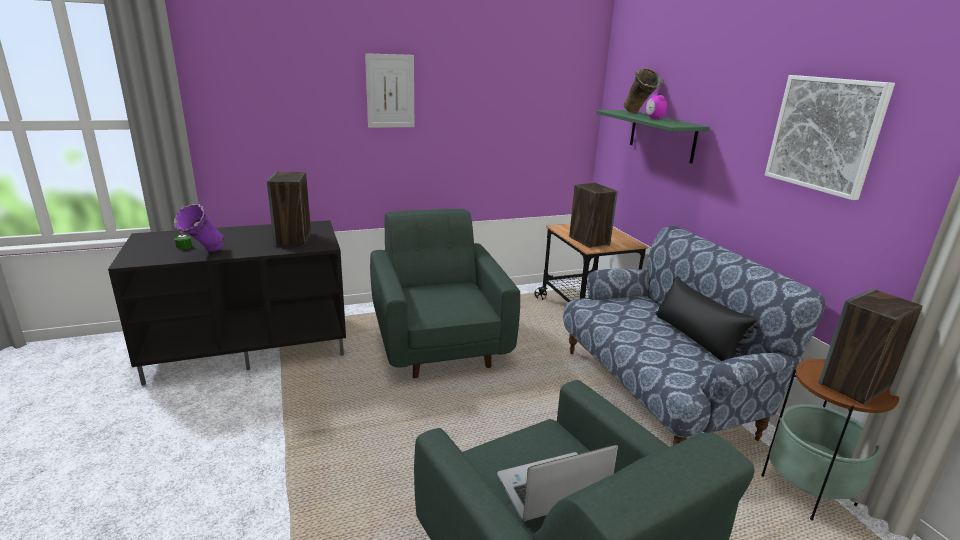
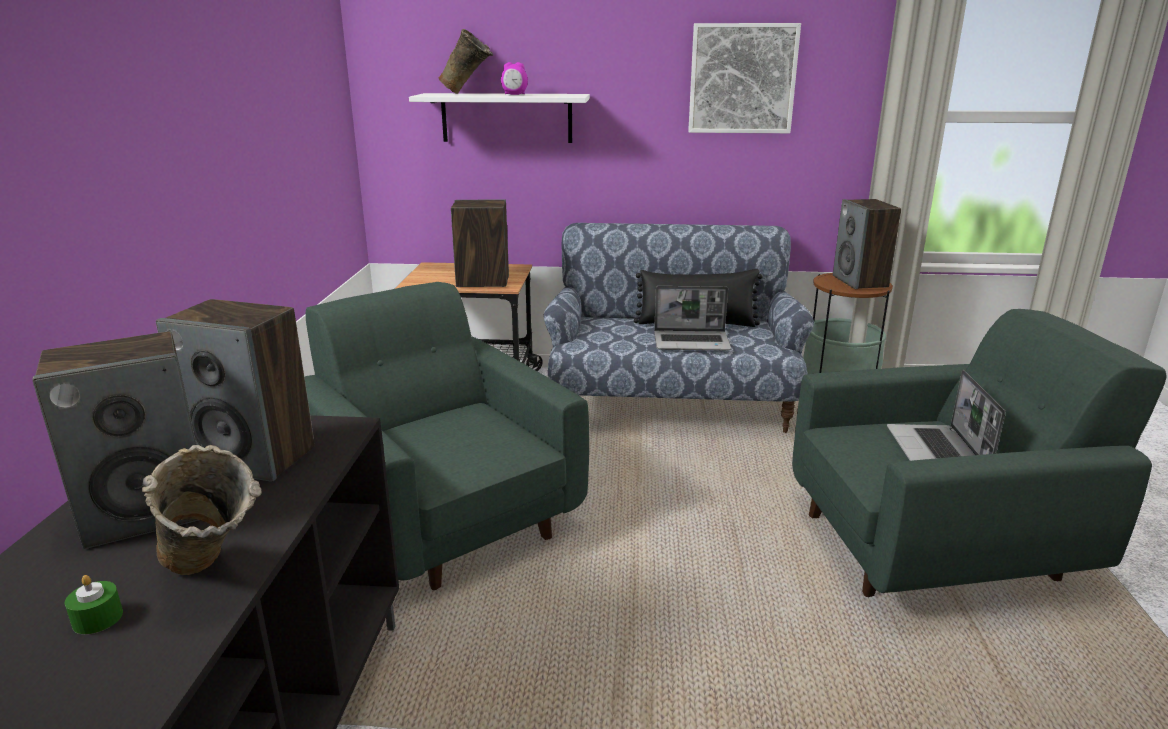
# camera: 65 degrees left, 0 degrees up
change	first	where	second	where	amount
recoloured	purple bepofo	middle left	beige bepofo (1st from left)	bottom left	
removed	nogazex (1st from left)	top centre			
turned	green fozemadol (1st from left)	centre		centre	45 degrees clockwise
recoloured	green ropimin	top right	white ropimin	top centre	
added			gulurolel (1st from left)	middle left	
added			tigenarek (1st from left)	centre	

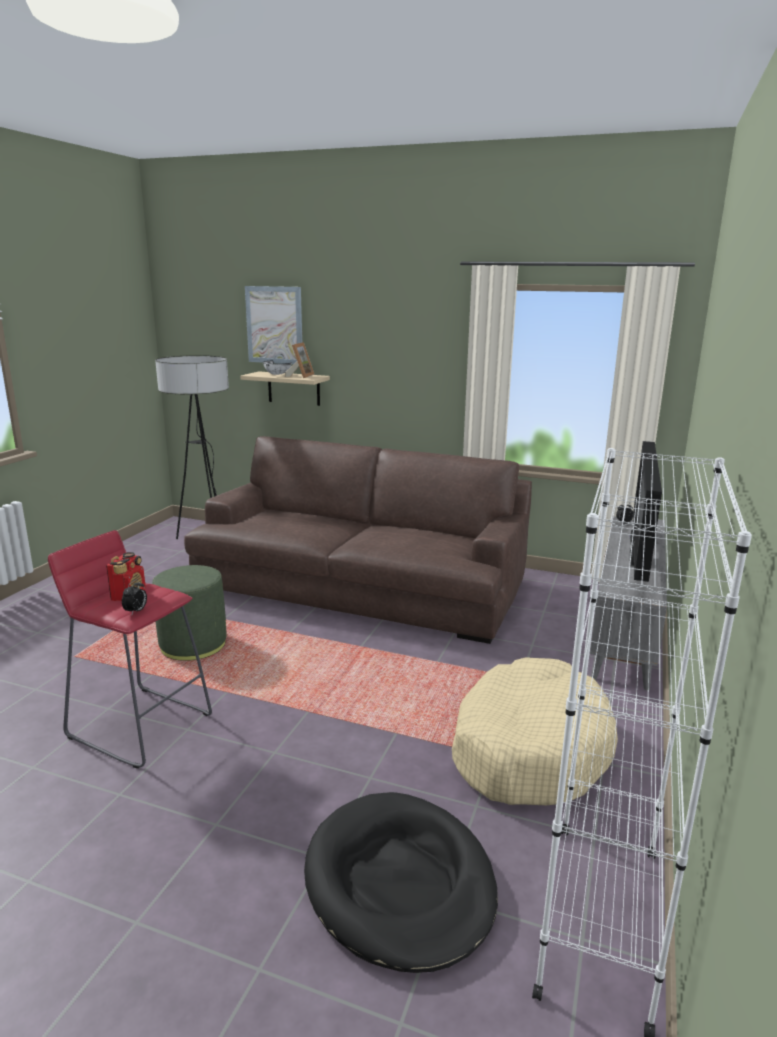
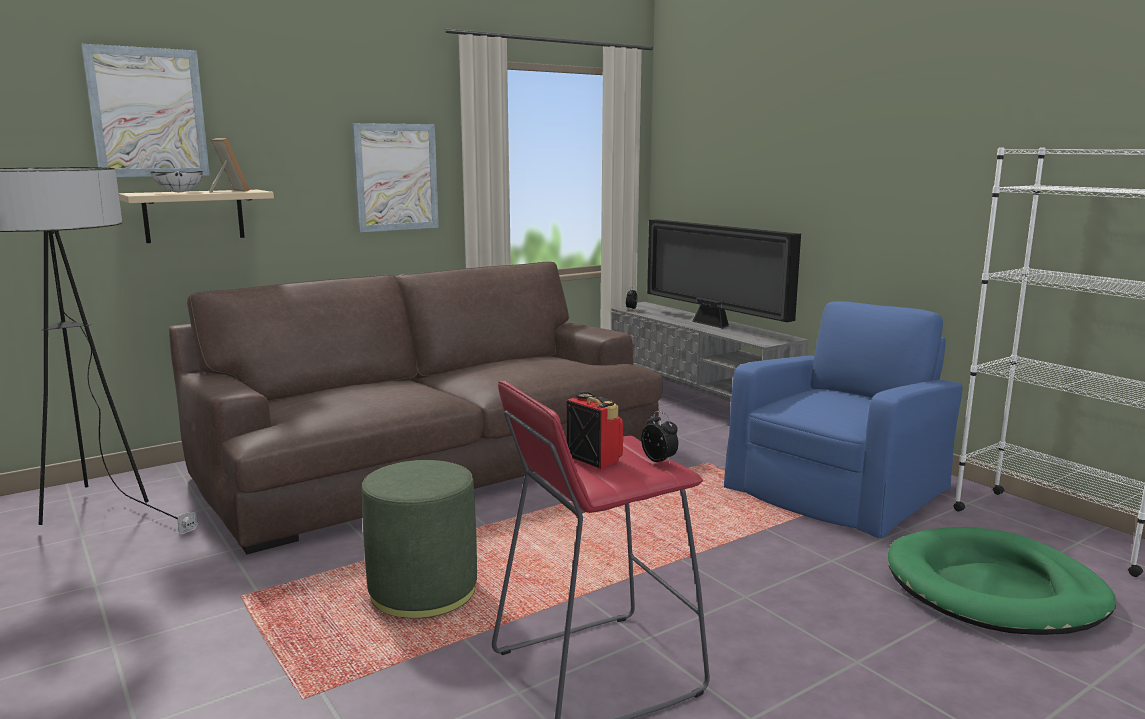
# camera: 55 degrees left, 5 degrees down
change	first	where	second	where	amount
recoloured	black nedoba	bottom centre	green nedoba	bottom right	
replaced	beige nedoba	bottom right	blue fozemadol	middle right	
added			nogazex (2nd from left)	top centre	

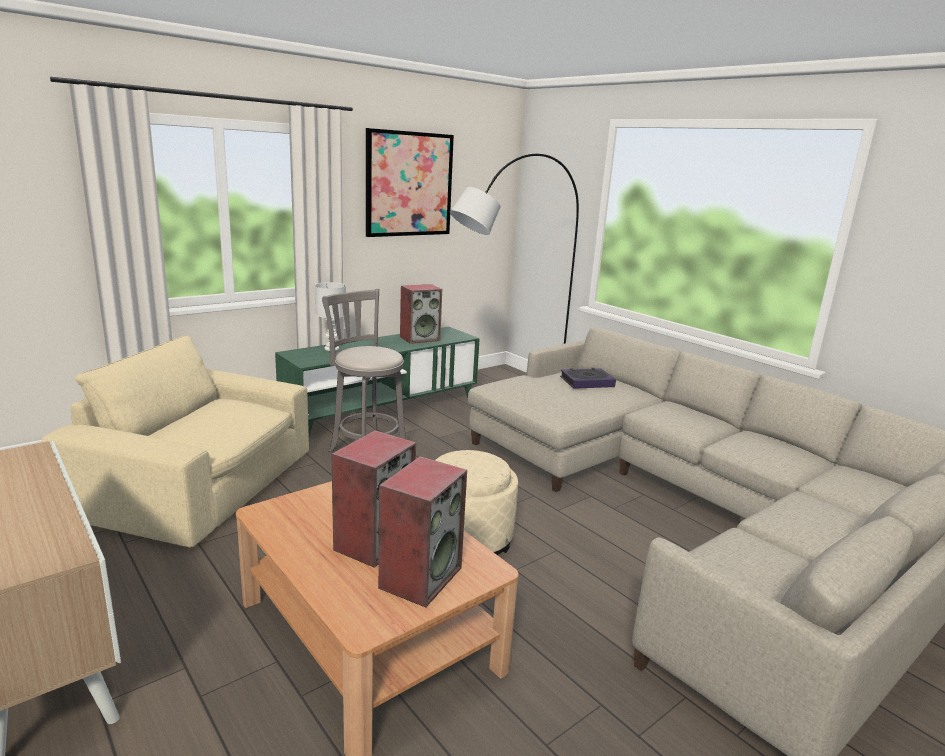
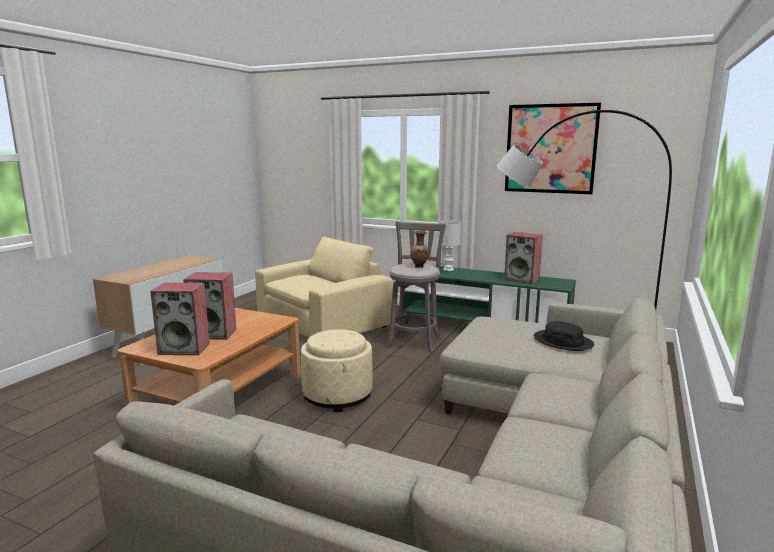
# camera: 65 degrees right, 5 degrees down
change	first	where	second	where	amount
turned	beige fozemadol	middle left		centre	60 degrees clockwise
replaced	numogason	centre	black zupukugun	middle right	
added			brown bepofo	centre	

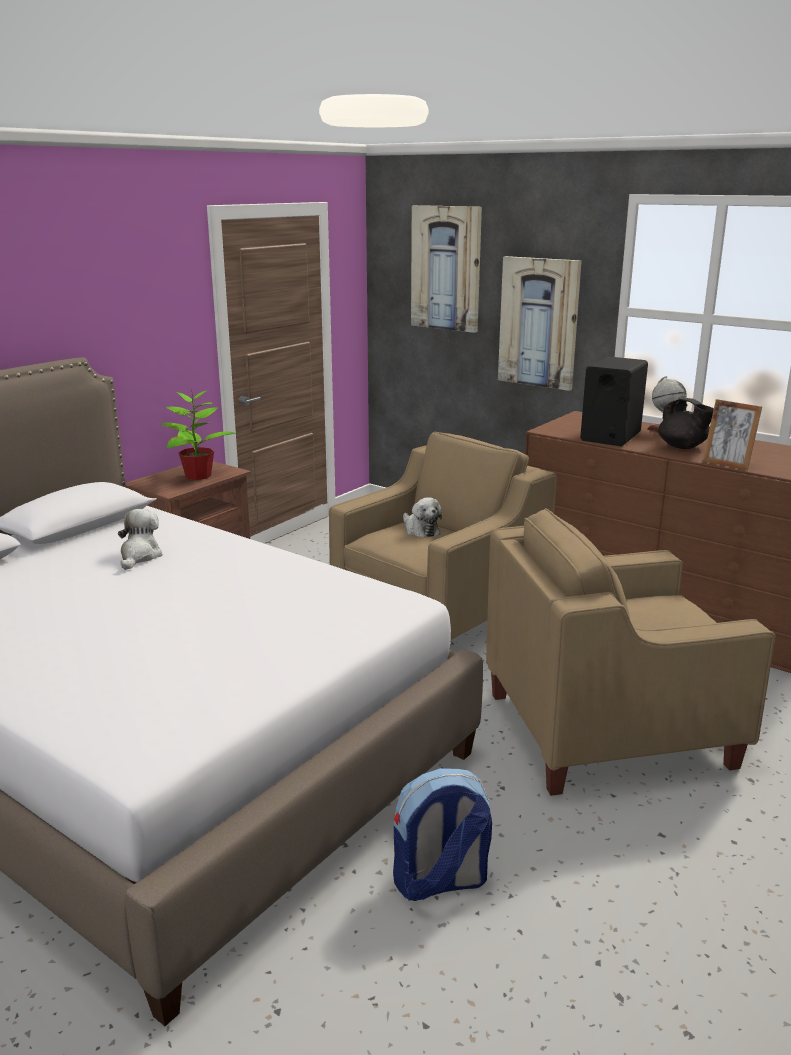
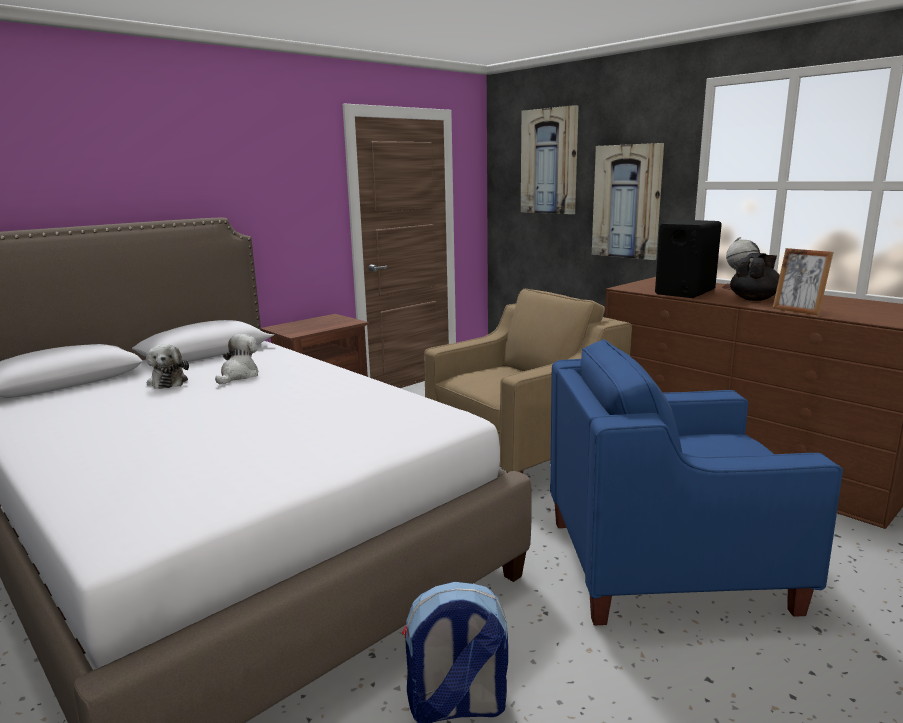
# camera: 10 degrees right, 5 degrees down
change	first	where	second	where	amount
removed	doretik	middle left			
moved	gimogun (2nd from left in the first image)	centre	gimogun (1st from left)	middle left	
recoloured	beige fozemadol (2nd from left)	middle right	blue fozemadol	bottom right	
turned	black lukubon	middle right		middle right	105 degrees counterclockwise

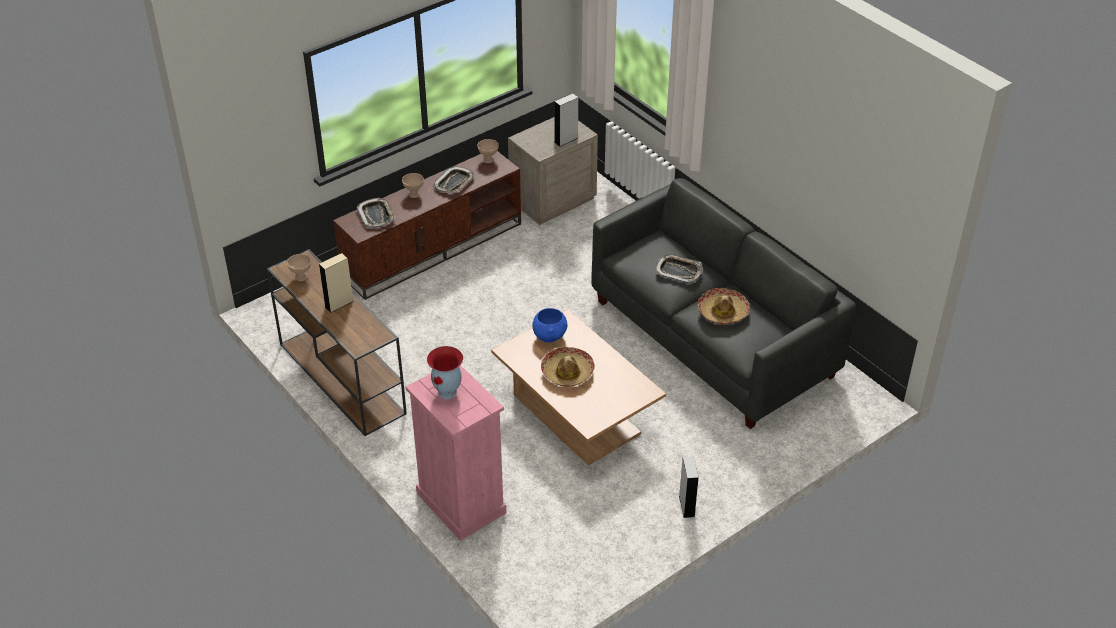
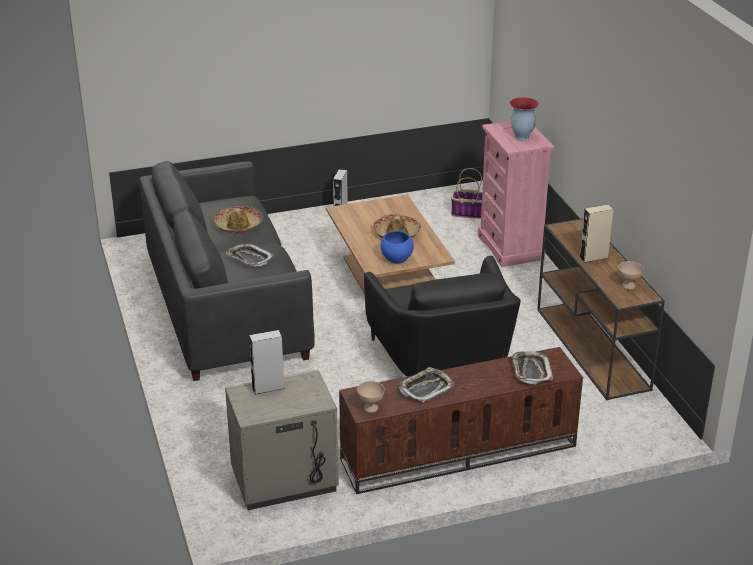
# camera: 160 degrees left, 10 degrees down
change	first	where	second	where	amount
removed	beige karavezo (2nd from left)	top centre			
added			black fozemadol	centre	
added			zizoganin	centre	

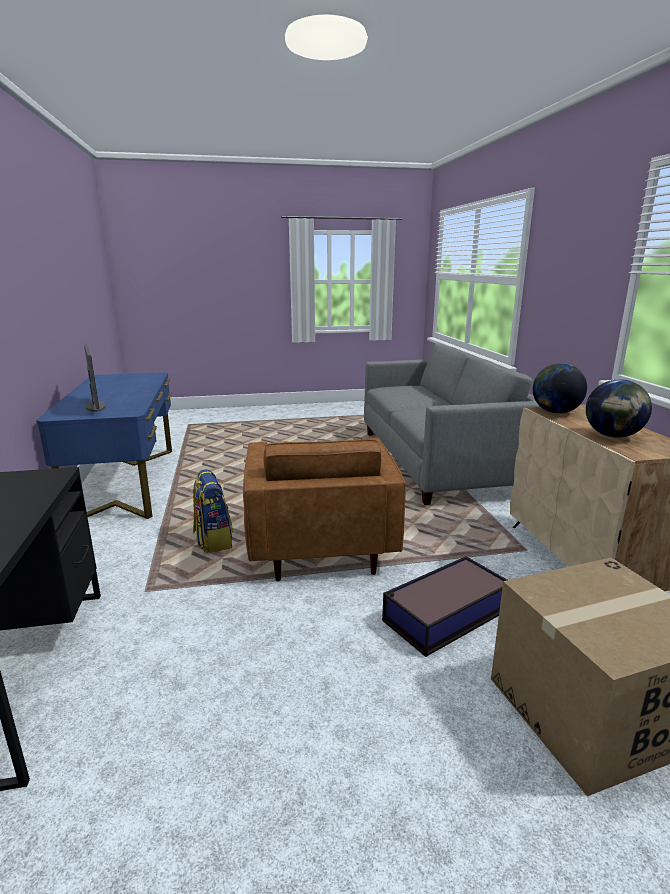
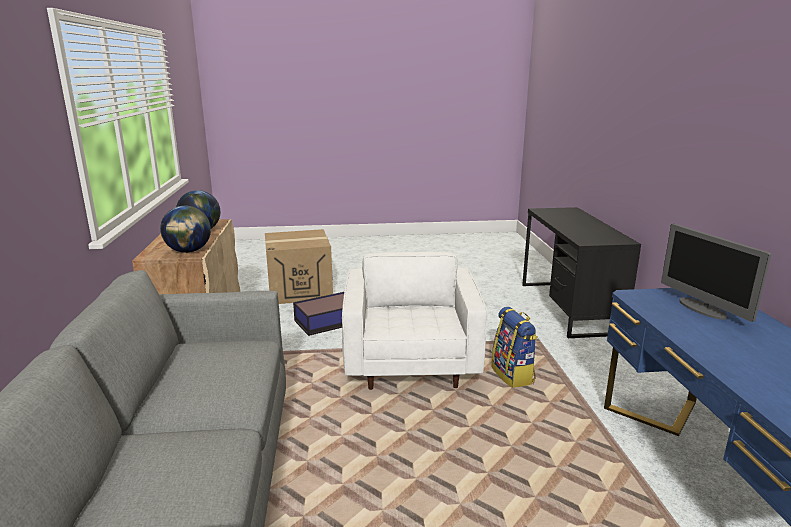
# camera: 175 degrees left, 0 degrees up
change	first	where	second	where	amount
recoloured	brown fozemadol	centre	white fozemadol	centre	

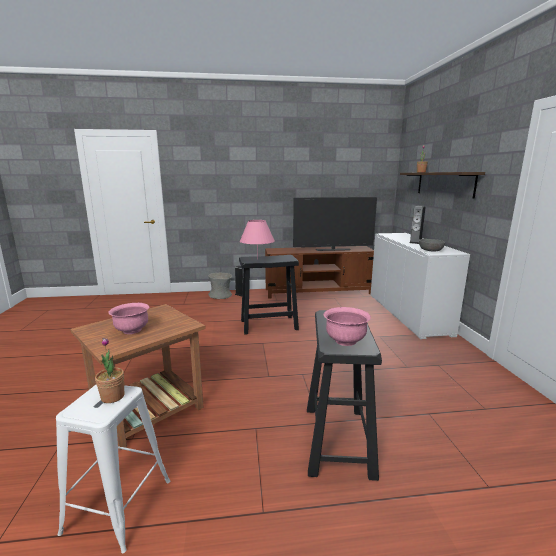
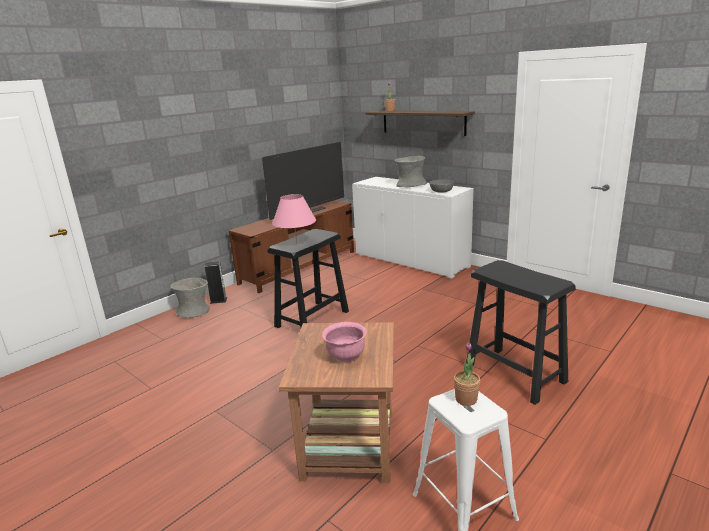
# camera: 40 degrees left, 5 degrees up
change	first	where	second	where	amount
removed	pink karavezo (2nd from left)	centre			
replaced	gulurolel (2nd from left)	middle right	grey bepofo (2nd from left)	top centre	

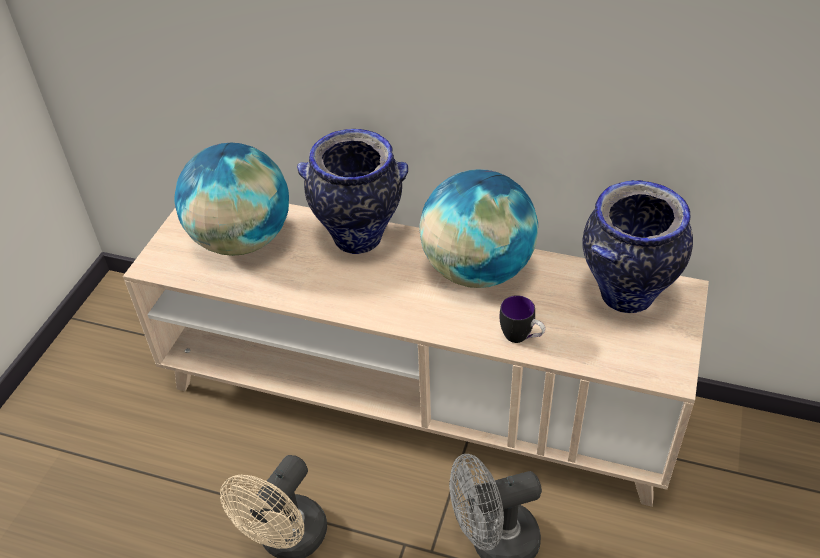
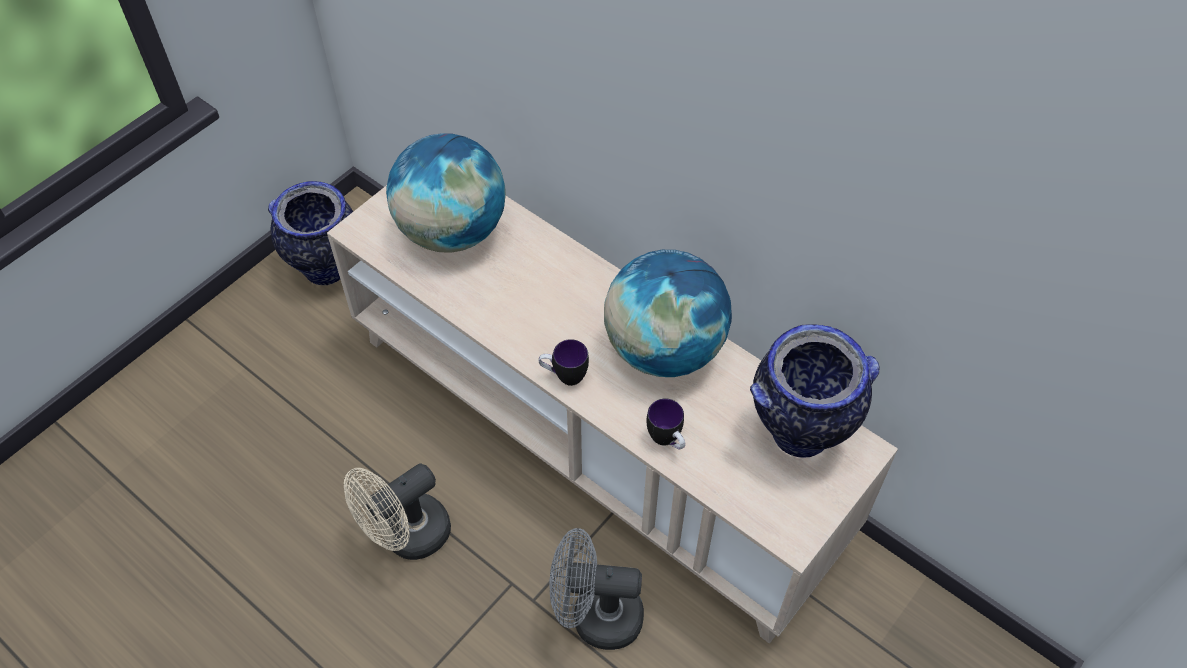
# camera: 20 degrees right, 10 degrees up
change	first	where	second	where	amount
moved	bepofo (1st from left)	centre		middle left	
added			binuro (1st from left)	centre	

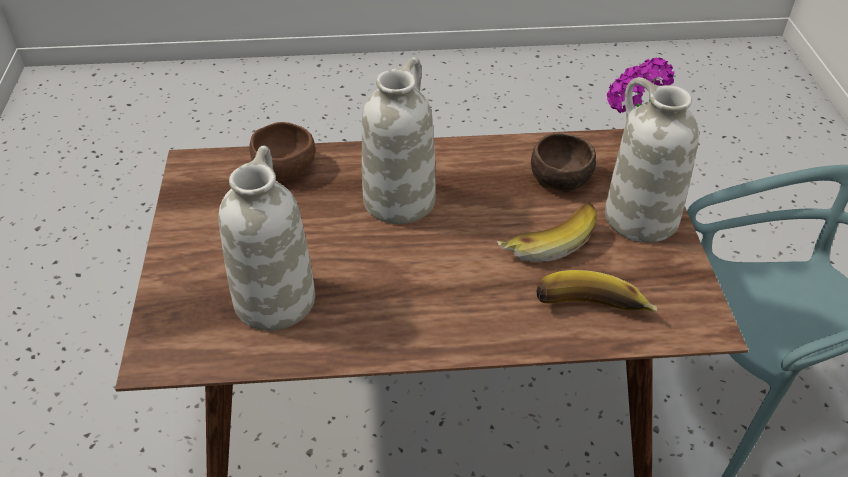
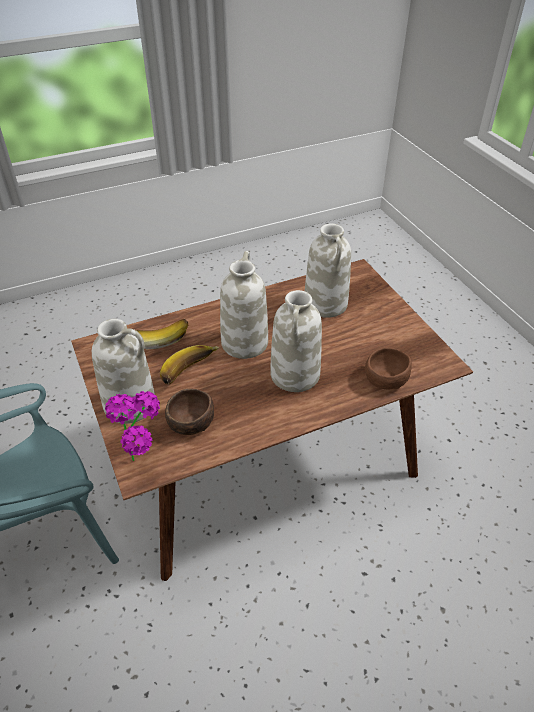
# camera: 160 degrees right, 0 degrees up
change	first	where	second	where	amount
added			white bepofo (2nd from left)	centre	

